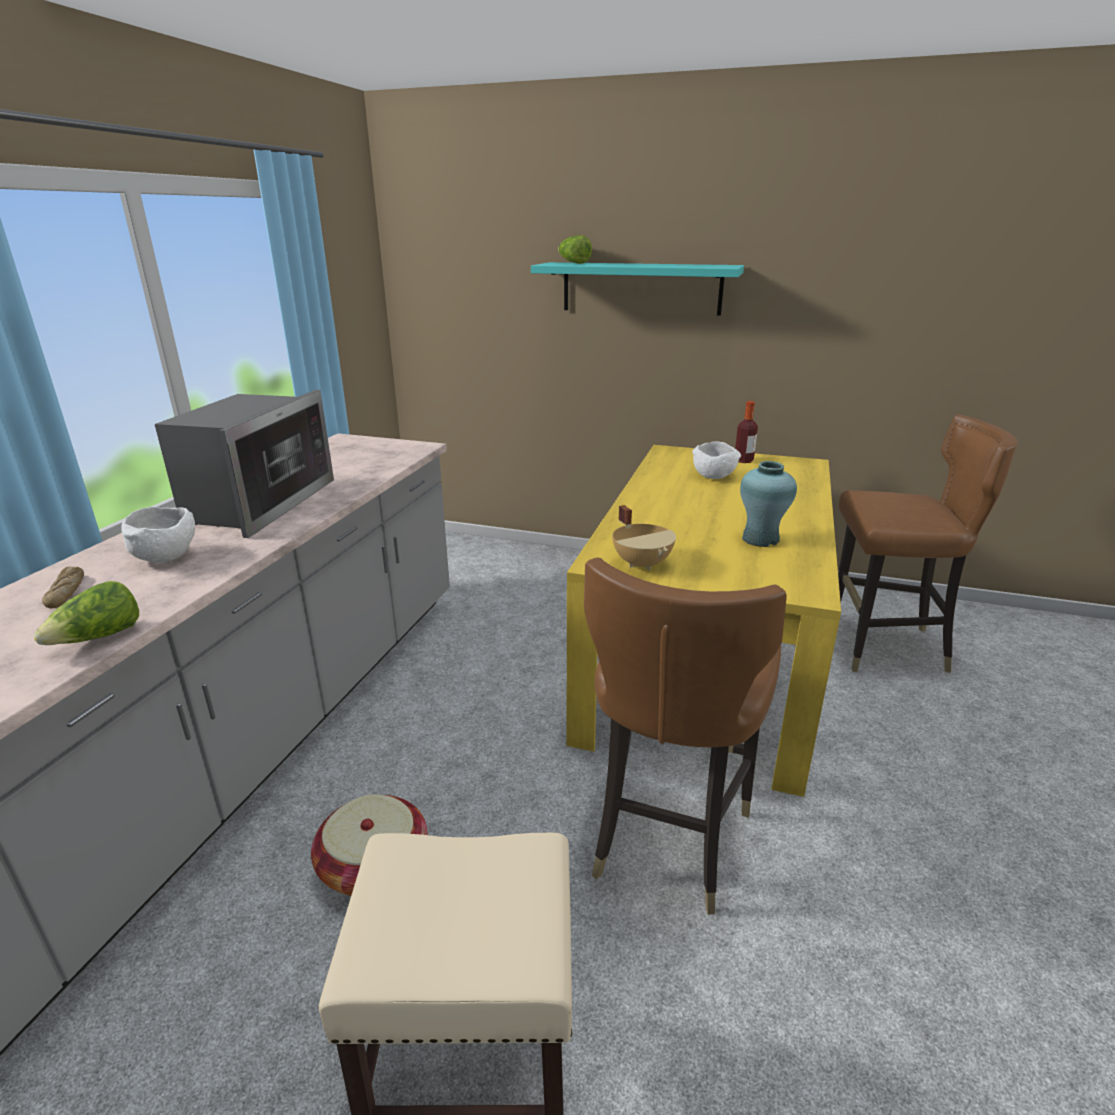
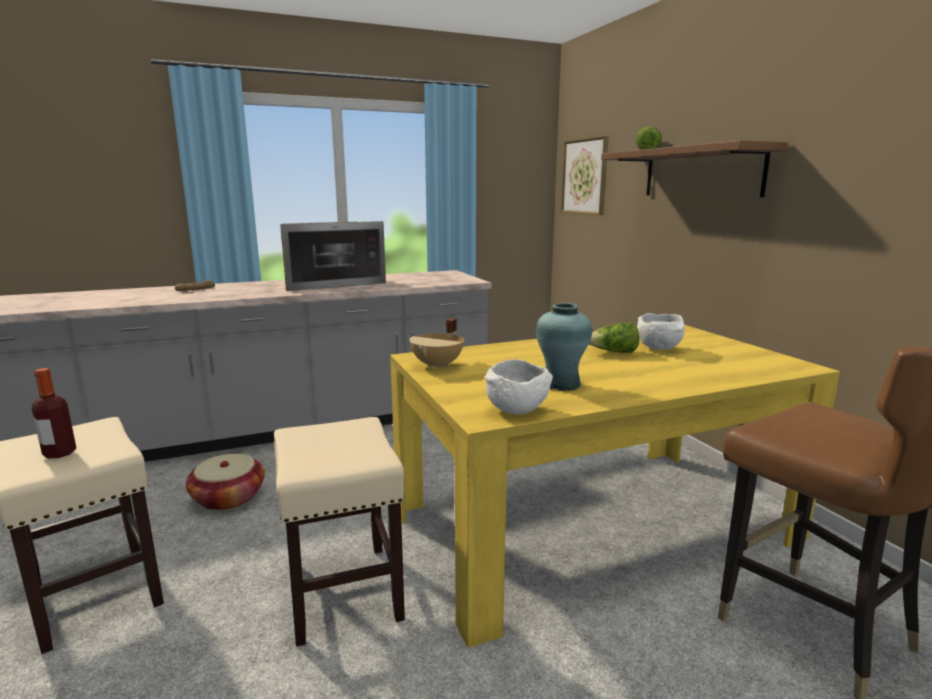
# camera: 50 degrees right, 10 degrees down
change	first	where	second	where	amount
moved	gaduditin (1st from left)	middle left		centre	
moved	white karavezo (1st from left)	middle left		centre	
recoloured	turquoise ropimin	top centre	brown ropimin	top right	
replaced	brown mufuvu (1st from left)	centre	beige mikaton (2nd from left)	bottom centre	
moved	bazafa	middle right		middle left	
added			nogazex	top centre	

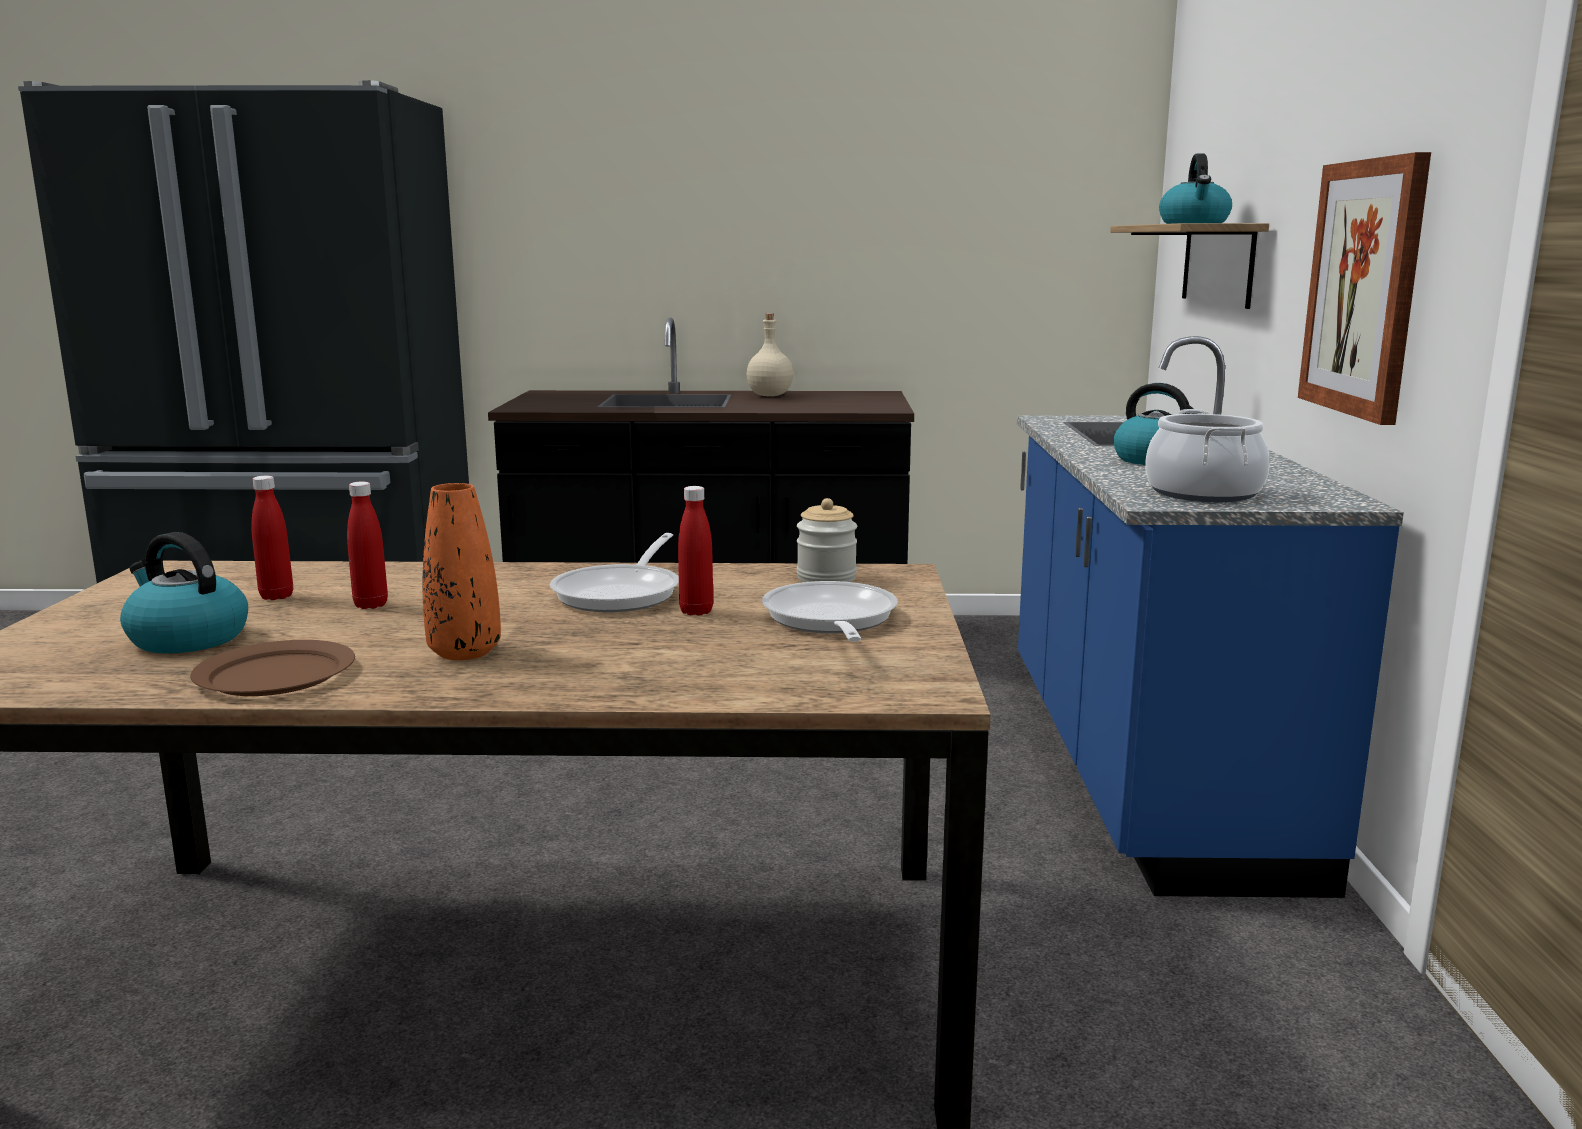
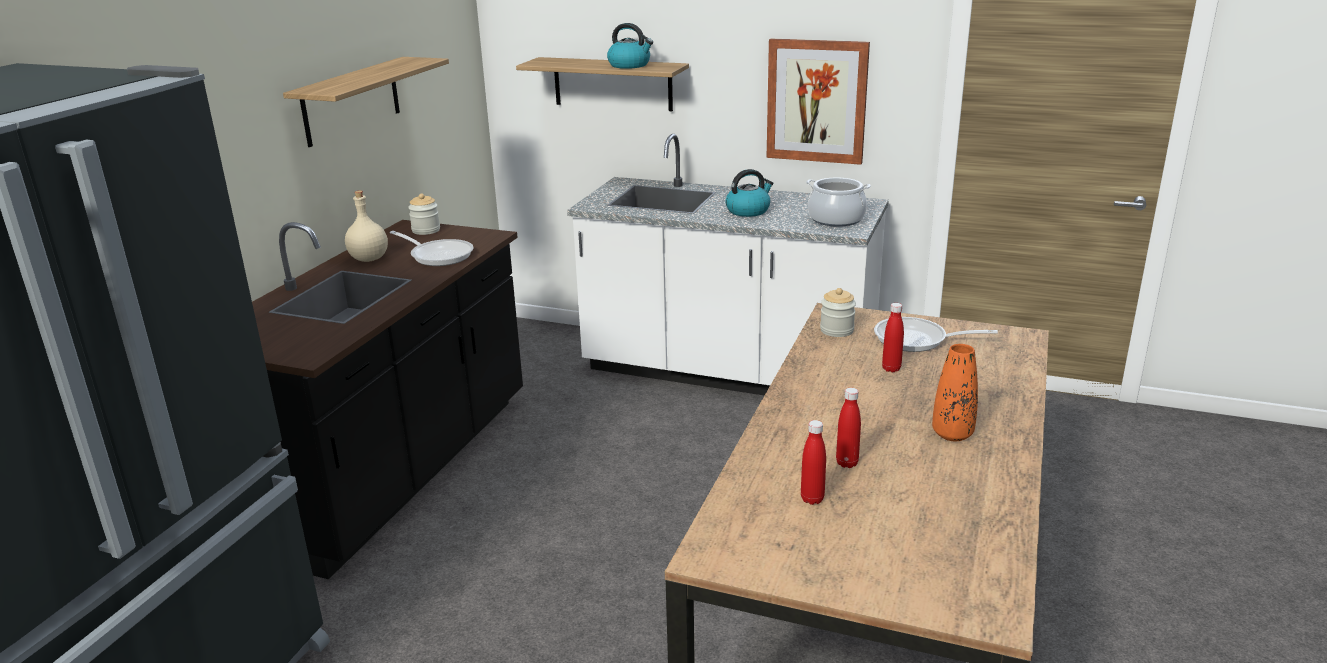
# camera: 70 degrees left, 10 degrees up
change	first	where	second	where	amount
removed	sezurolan (1st from left)	middle left			
removed	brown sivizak	middle left			
moved	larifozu (1st from left)	centre		middle left	
recoloured	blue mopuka	middle right	white mopuka	centre	
added			ropimin (1st from left)	top left	
added			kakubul (1st from left)	top left	

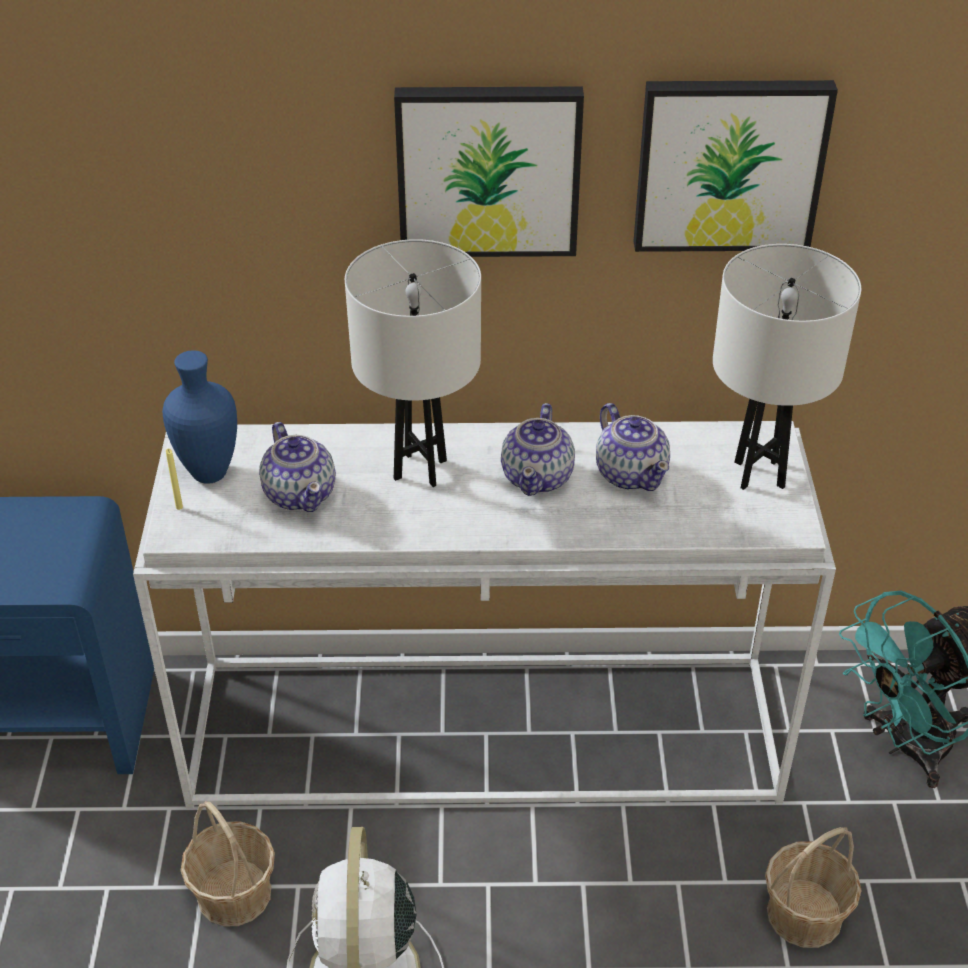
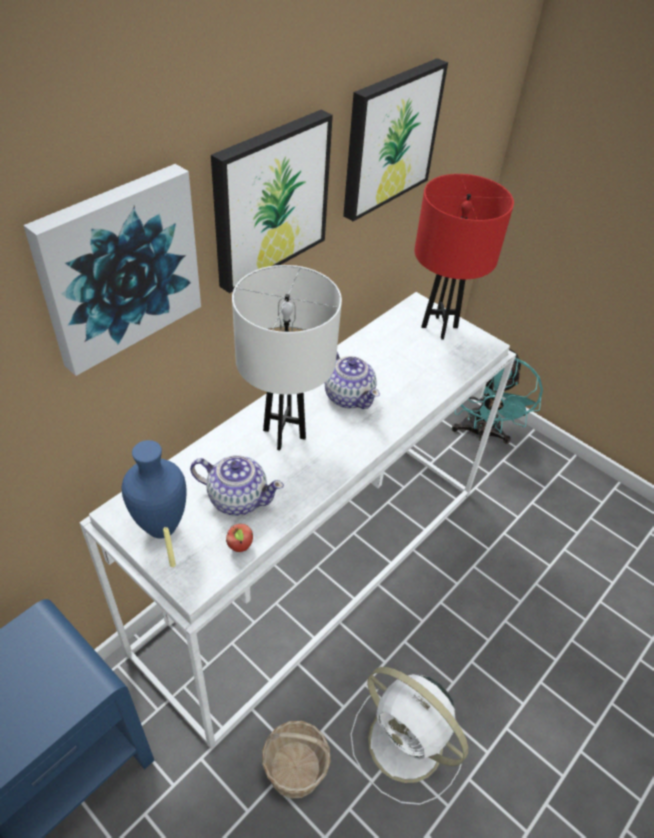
# camera: 50 degrees left, 5 degrees up
change	first	where	second	where	amount
removed	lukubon (3rd from left)	centre			
recoloured	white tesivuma (2nd from left)	middle right	red tesivuma	top right	
removed	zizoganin (2nd from left)	bottom right			
added			nogazex (1st from left)	top left	
added			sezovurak	centre	

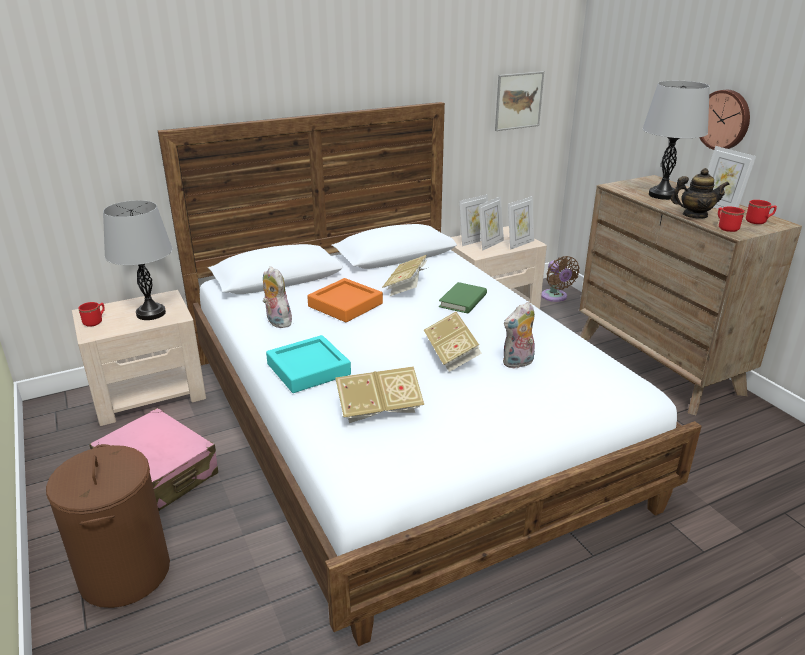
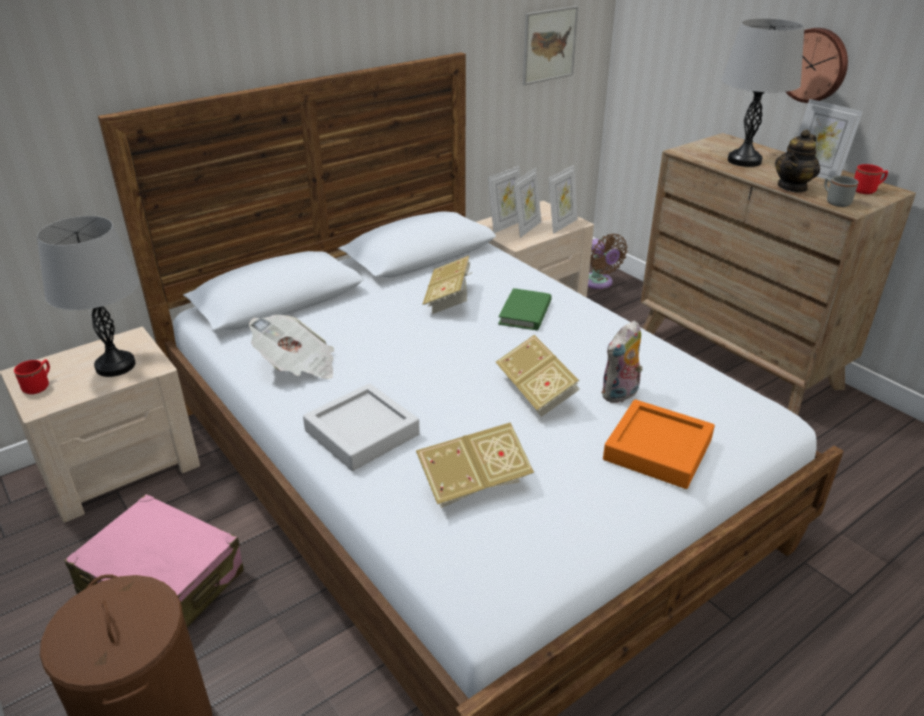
# camera: 10 degrees left, 5 degrees up
change	first	where	second	where	amount
replaced	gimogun (1st from left)	centre	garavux	middle left	
recoloured	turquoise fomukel	centre	grey fomukel	centre	
moved	orange fomukel	centre		middle right	
turned	lukubon	top right		top right	135 degrees clockwise
recoloured	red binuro (2nd from left)	middle right	grey binuro	top right	

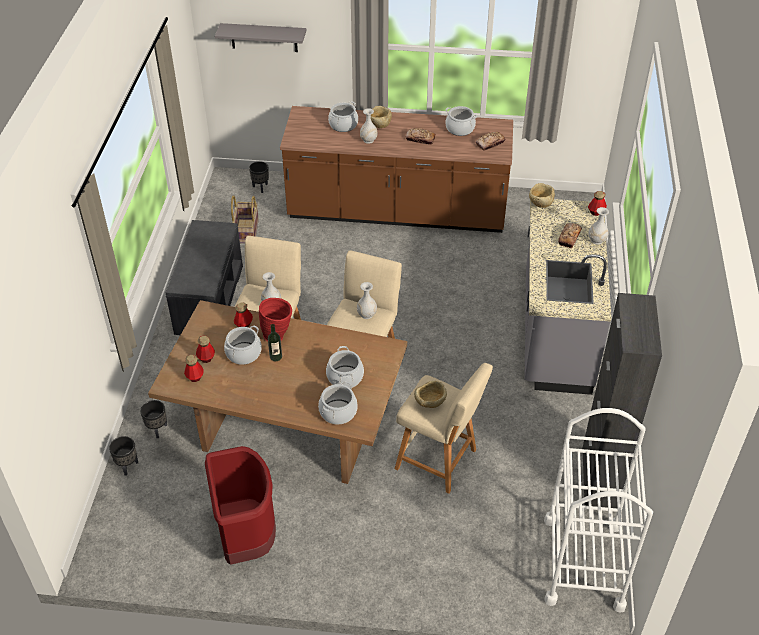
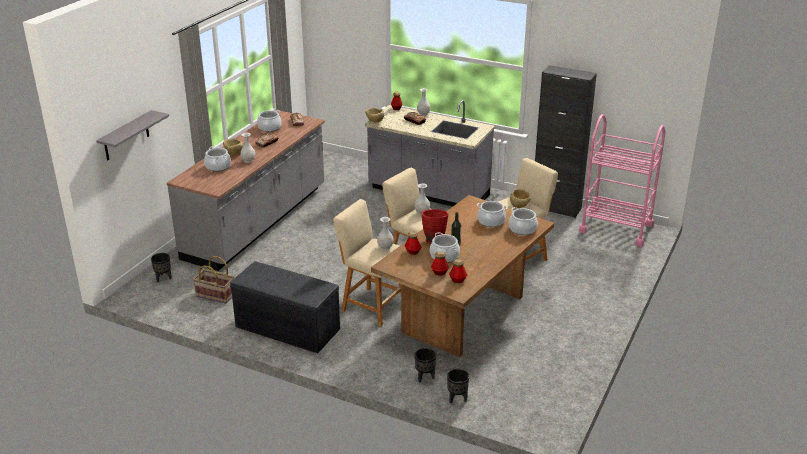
# camera: 70 degrees left, 15 degrees down
change	first	where	second	where	amount
removed	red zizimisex	bottom left			
recoloured	brown mopuka	top centre	grey mopuka (1st from left)	middle left	
recoloured	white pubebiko	bottom right	pink pubebiko	middle right	

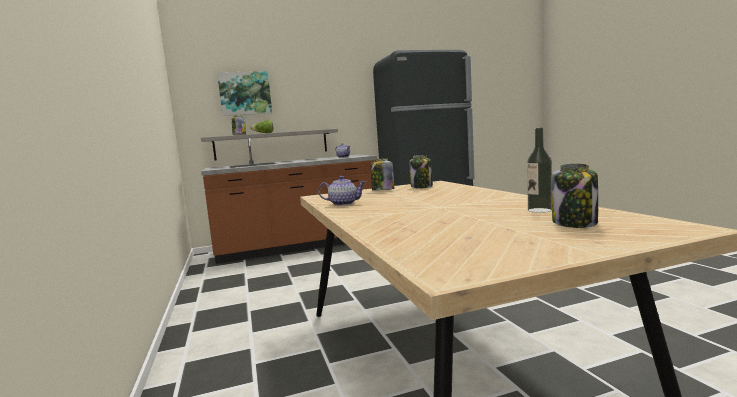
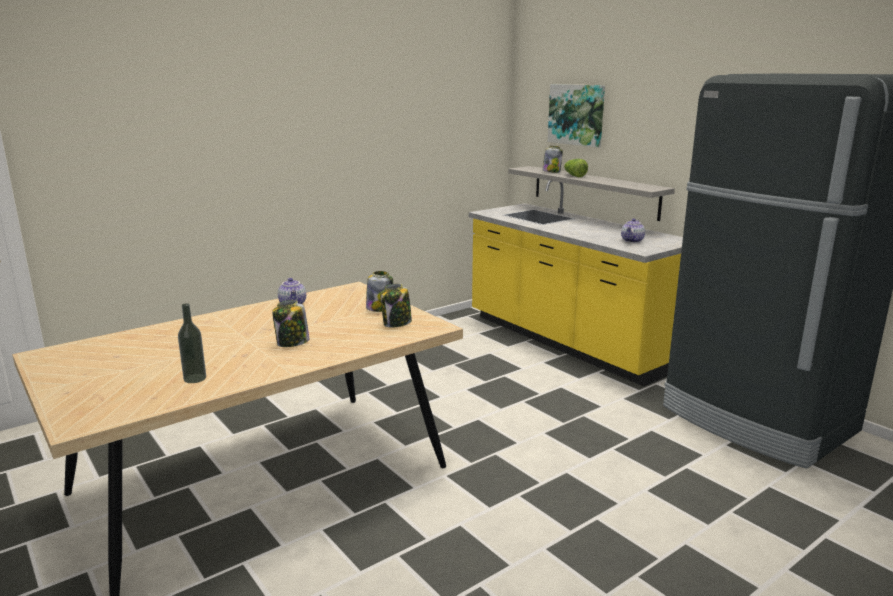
# camera: 70 degrees right, 10 degrees up
change	first	where	second	where	amount
recoloured	brown mopuka	centre	yellow mopuka	centre	
moved	kakubul (4th from left in the first image)	middle right	kakubul (1st from left)	middle left	

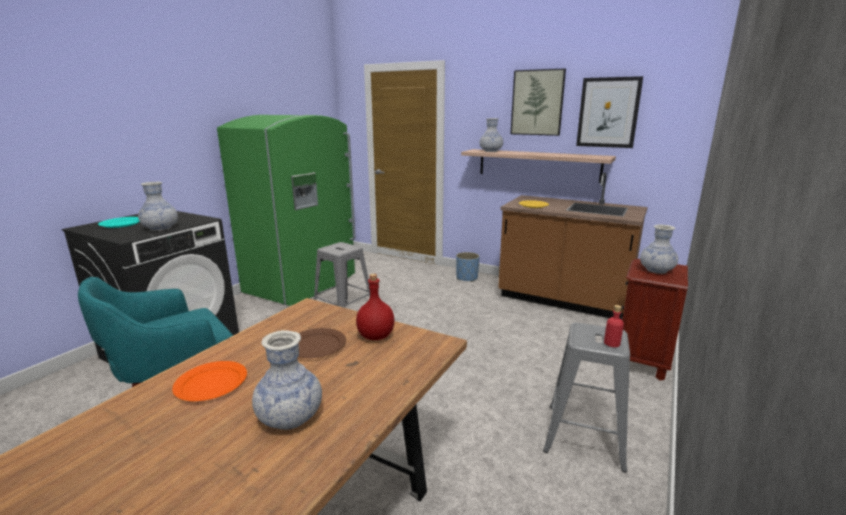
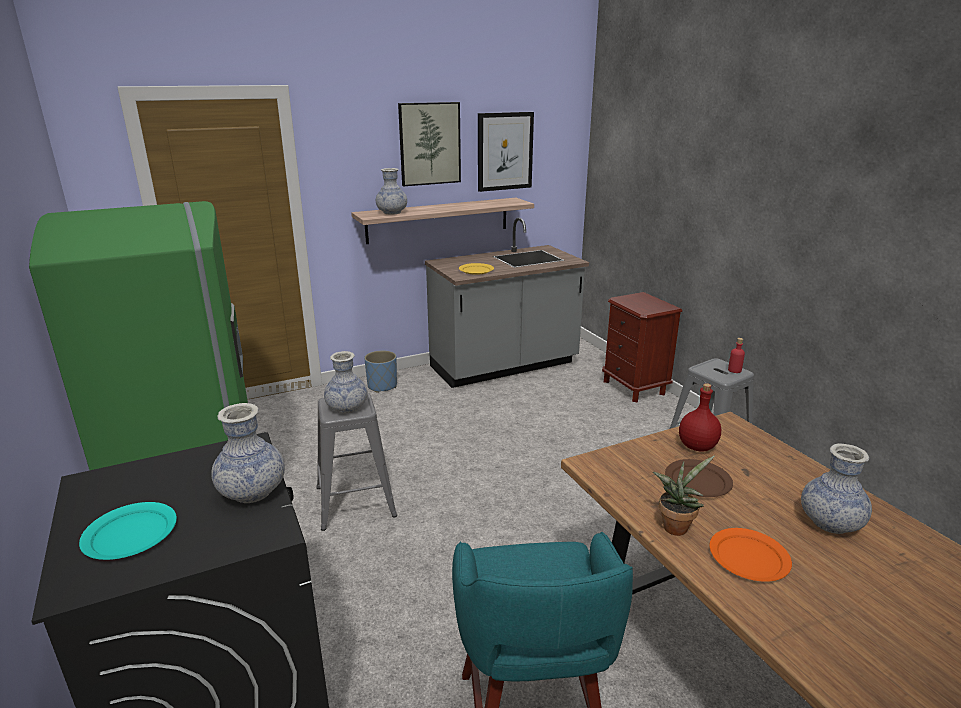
# camera: 55 degrees left, 5 degrees up
change	first	where	second	where	amount
recoloured	brown mopuka	middle right	grey mopuka	centre	
moved	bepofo (4th from left in the first image)	middle right	bepofo (2nd from left)	centre	
added			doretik	bottom right	

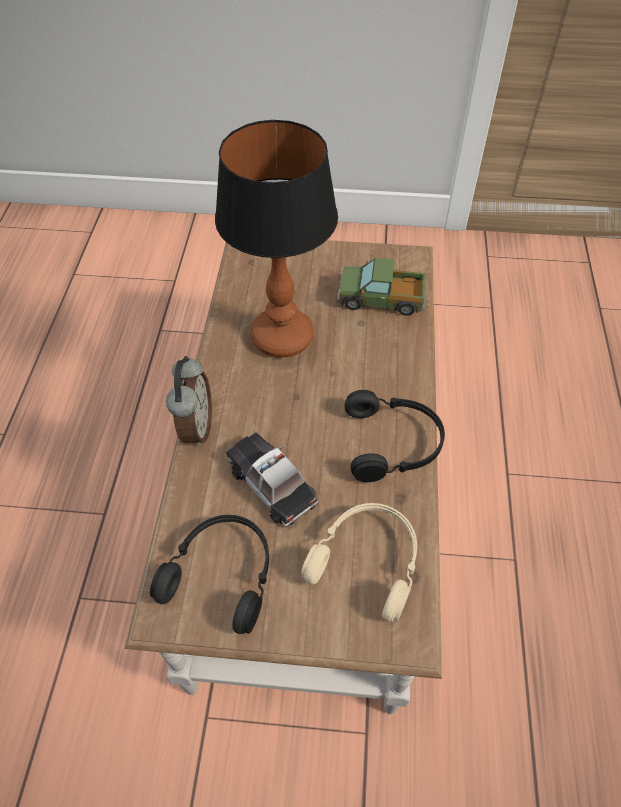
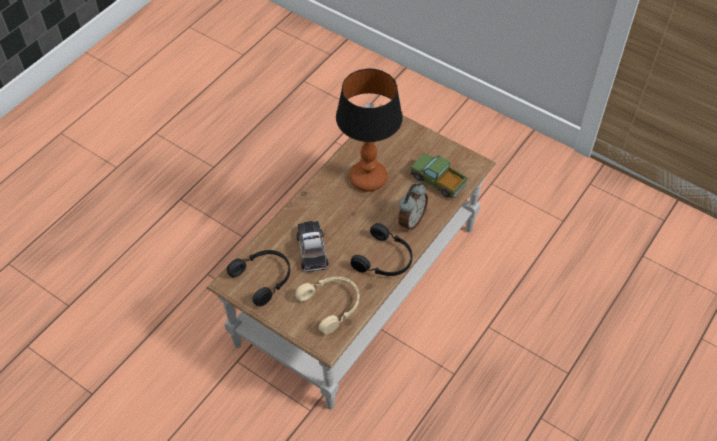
# camera: 30 degrees right, 0 degrees up
change	first	where	second	where	amount
moved	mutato	middle left		centre	

